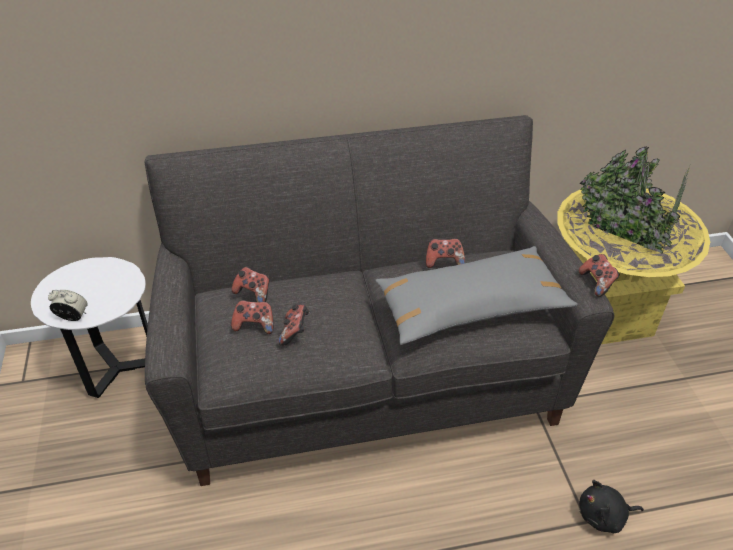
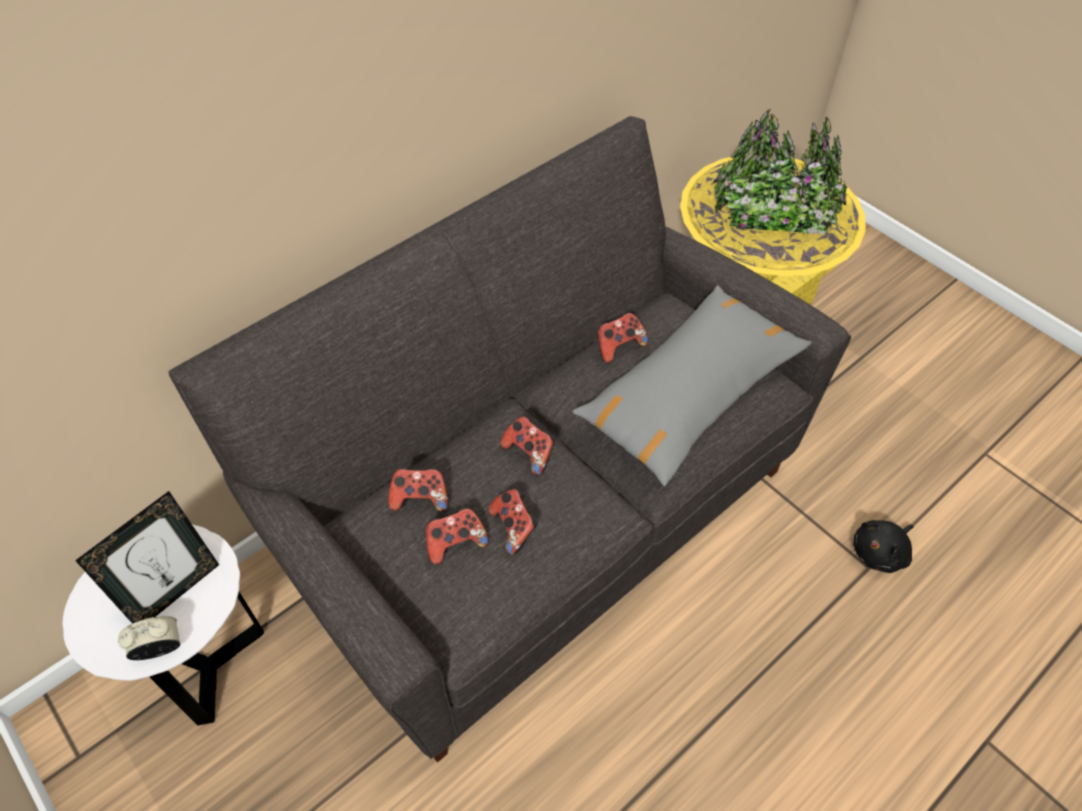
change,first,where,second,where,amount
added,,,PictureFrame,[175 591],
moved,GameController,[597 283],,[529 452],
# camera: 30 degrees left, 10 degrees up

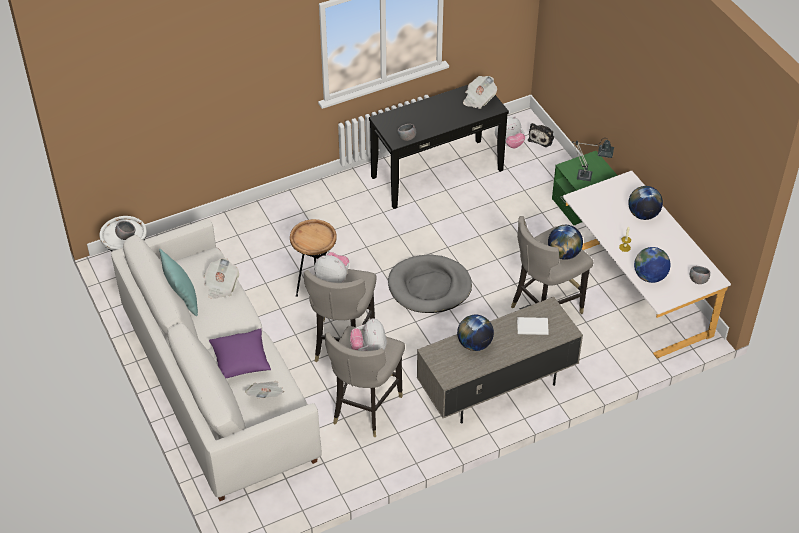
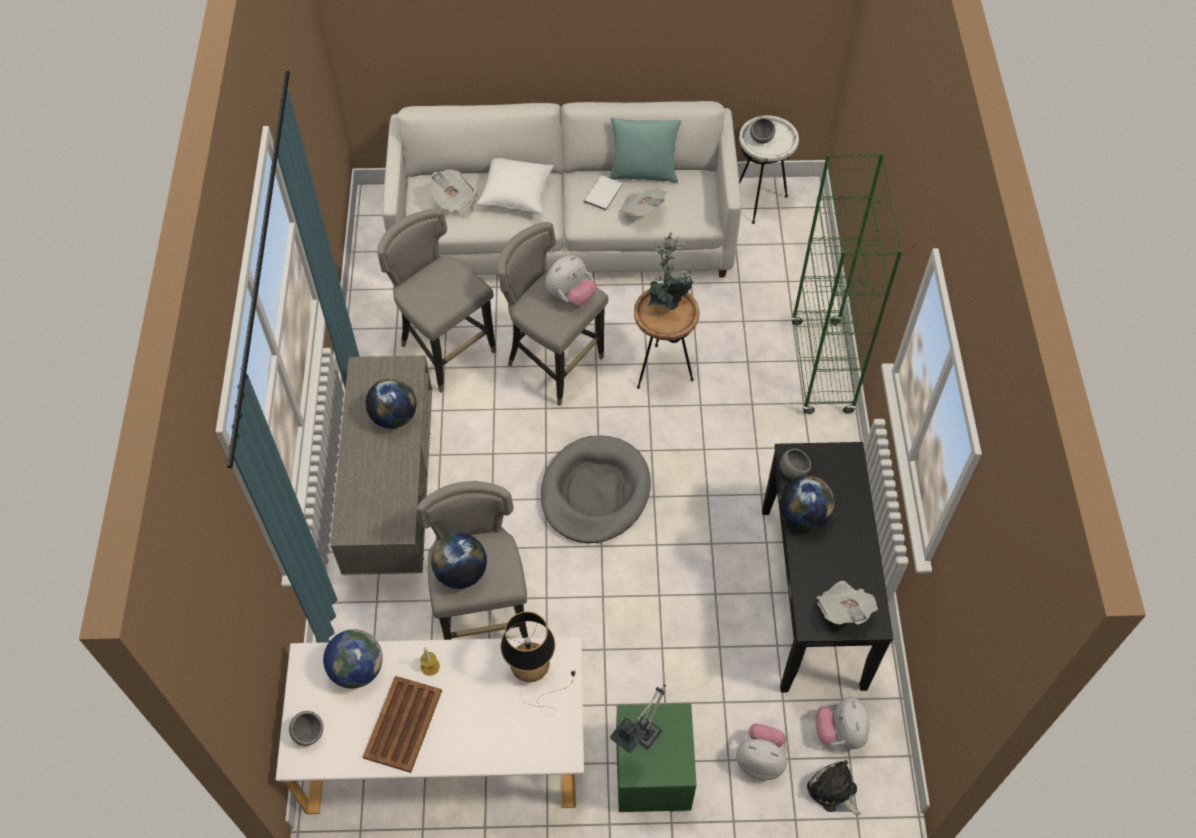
change,first,where,second,where,amount
added,,,BrownTray,[402 725],
recoloured,PurplePillow,[240 361],WhitePillow,[516 194],
added,,,TableLamp,[534 674],
moved,WhiteBook,[532 326],,[604 194],
added,,,PottedPlant,[668 301],
moved,PlushToy,[369 349],,[760 759],
moved,Globe,[643 214],,[803 515],
added,,,GreenBookcase,[821 368],
# camera: 115 degrees right, 10 degrees up

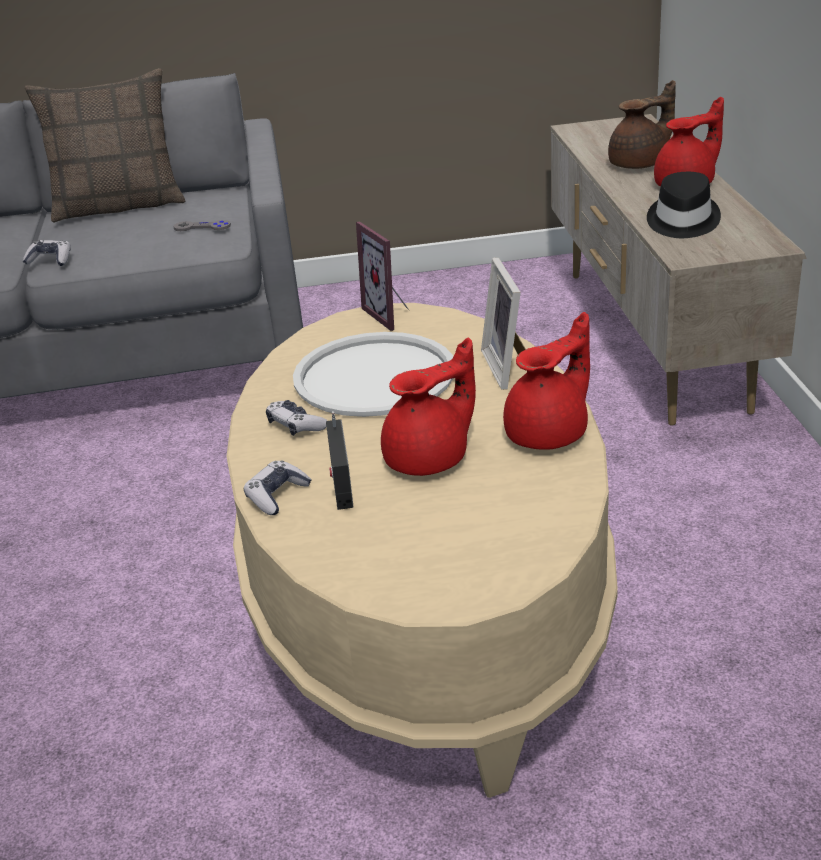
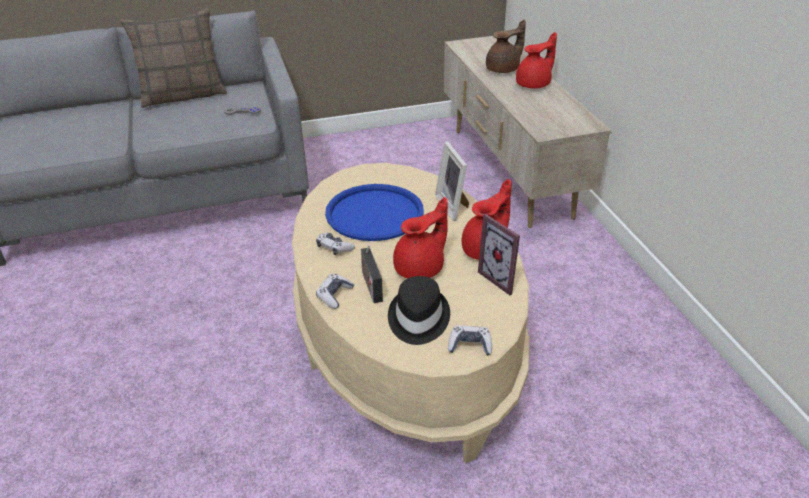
change,first,where,second,where,amount
recoloured,WhiteTray,[374 376],BlueTray,[374 213],
moved,BlackHat,[682 221],,[417 319],
moved,GameController,[50 260],,[470 345],
moved,PictureFrame,[391 314],,[503 278],
# camera: 10 degrees left, 5 degrees up

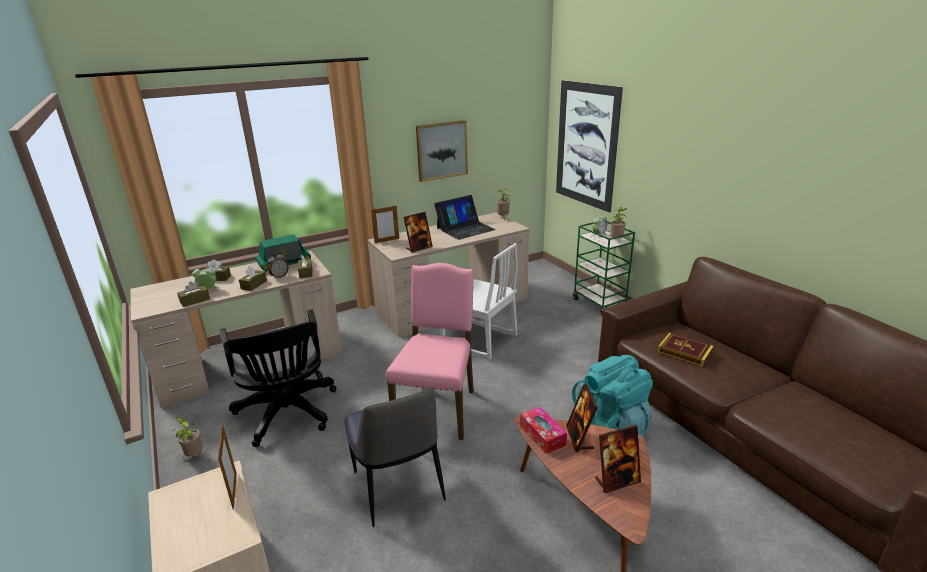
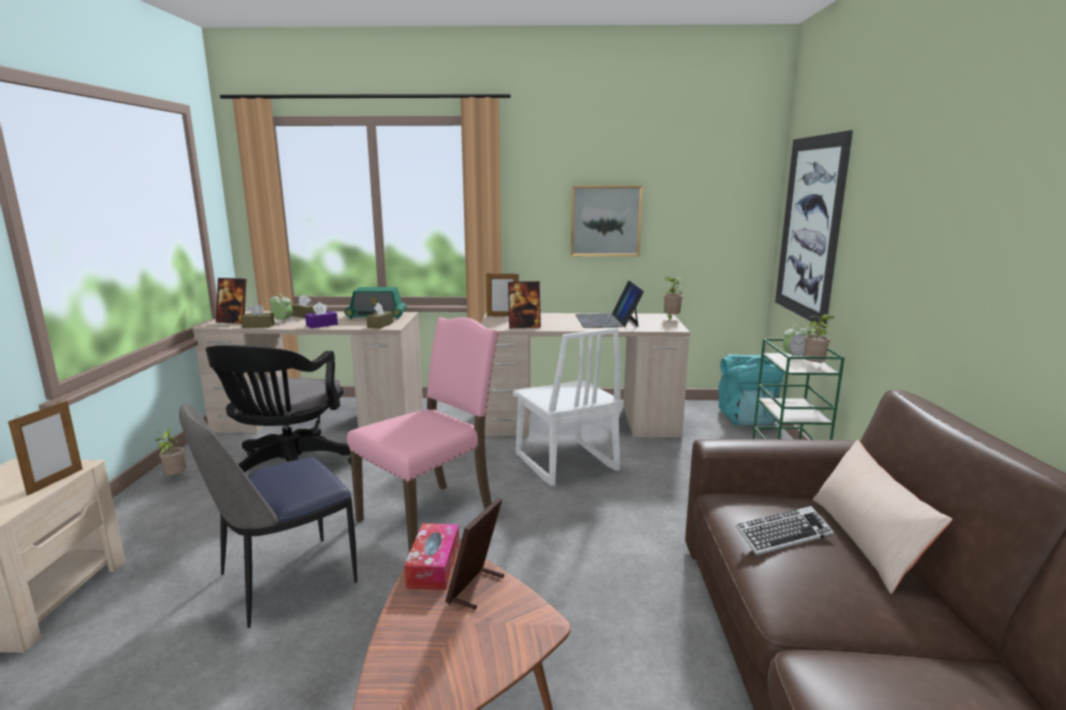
change,first,where,second,where,amount
turned,Chair,[398 489],,[283 581],45 degrees clockwise
moved,PictureFrame,[617 481],,[234 322],
recoloured,BrownTissueBox,[254 285],PurpleTissueBox,[322 325],
turned,Laptop,[465 229],,[607 320],90 degrees clockwise
moved,TurquoiseBackpack,[611 424],,[746 419],
replaced,Book,[684 352],Keyboard,[783 535],
added,,,BeigePillow,[866 541],
removed,AlarmClock,[279 276],,,
# camera: 30 degrees right, 10 degrees down

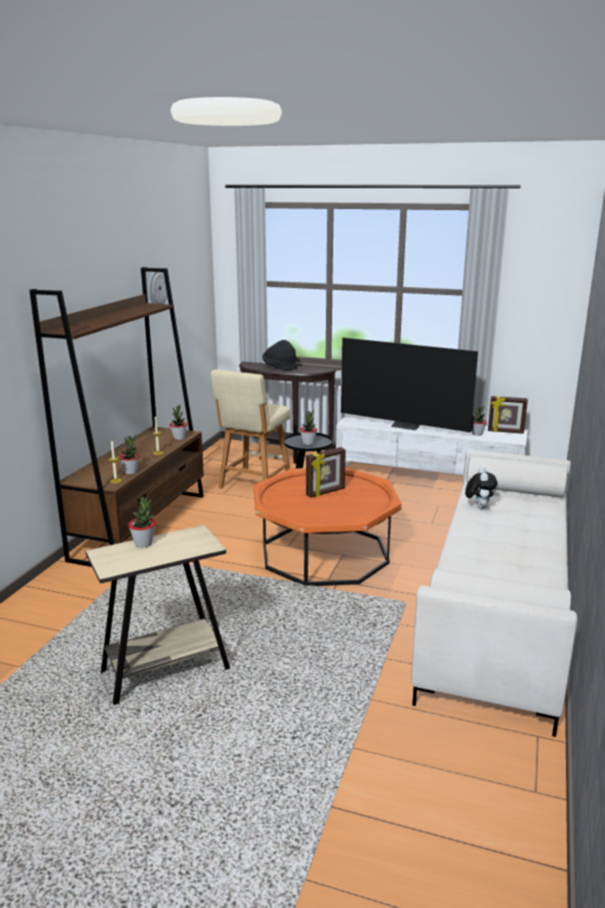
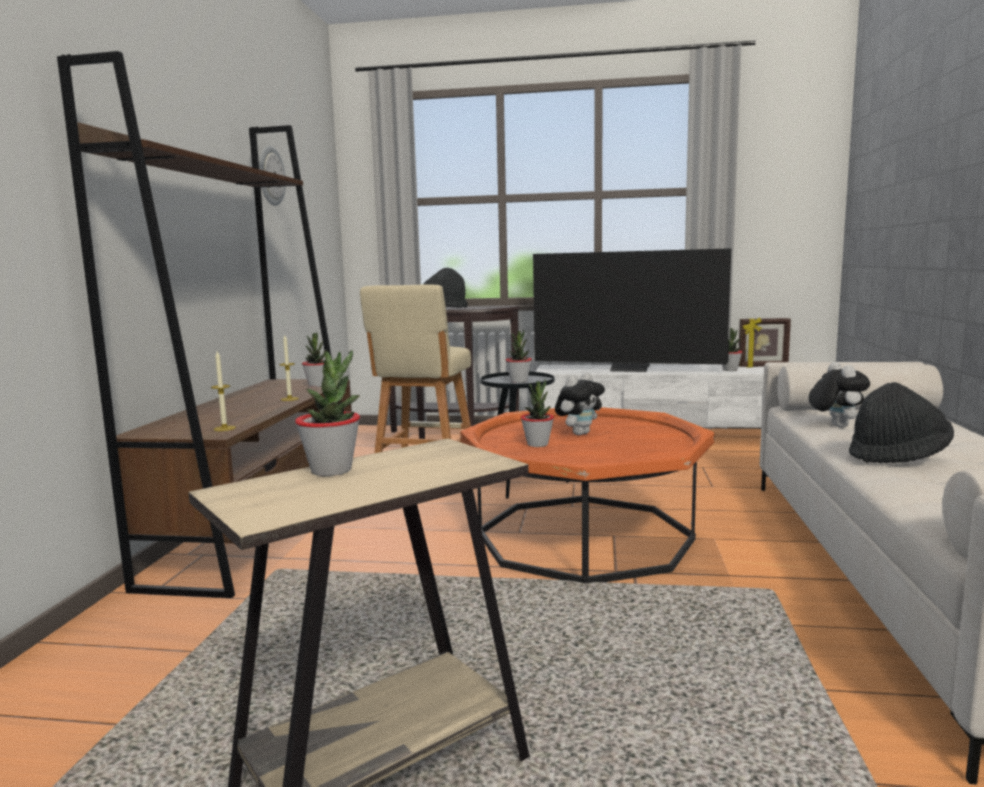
change,first,where,second,where,amount
moved,PottedPlant,[130 472],,[537 444],
replaced,PictureFrame,[325 492],PlushToy,[579 433],
added,,,BlackHat,[898 456],
# camera: 10 degrees left, 10 degrees down

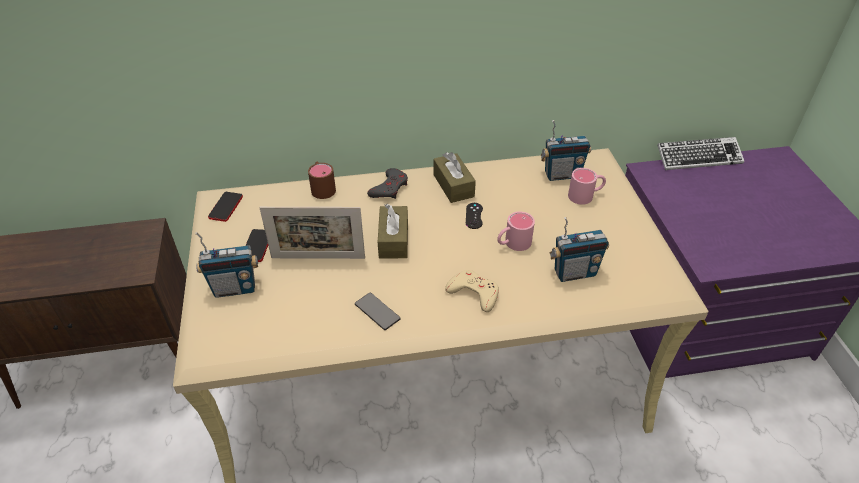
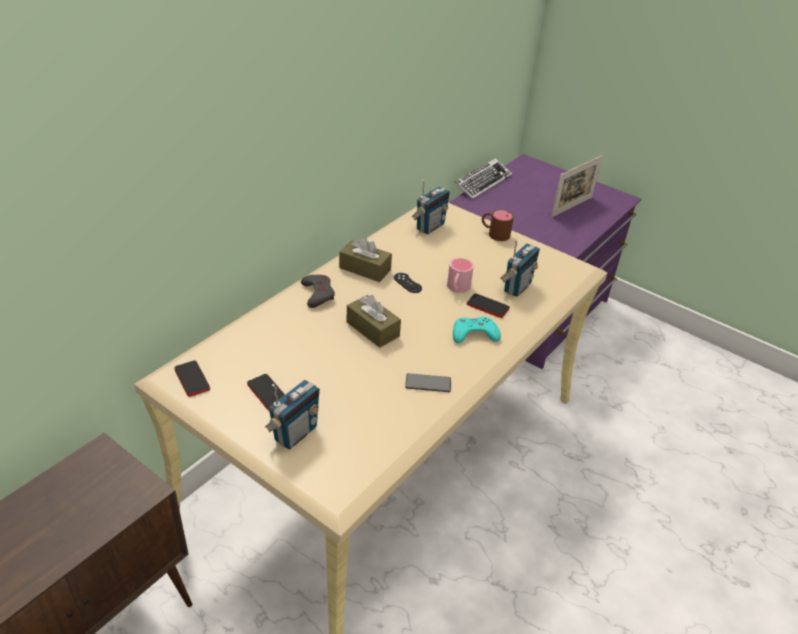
change,first,where,second,where,amount
recoloured,BeigeGameController,[474 293],TurquoiseGameController,[474 334],
added,,,Phone,[487 306],
moved,BrownMug,[322 187],,[494 233],
moved,PictureFrame,[318 258],,[572 207],
removed,PinkMug,[586 195],,,
# camera: 45 degrees left, 5 degrees down

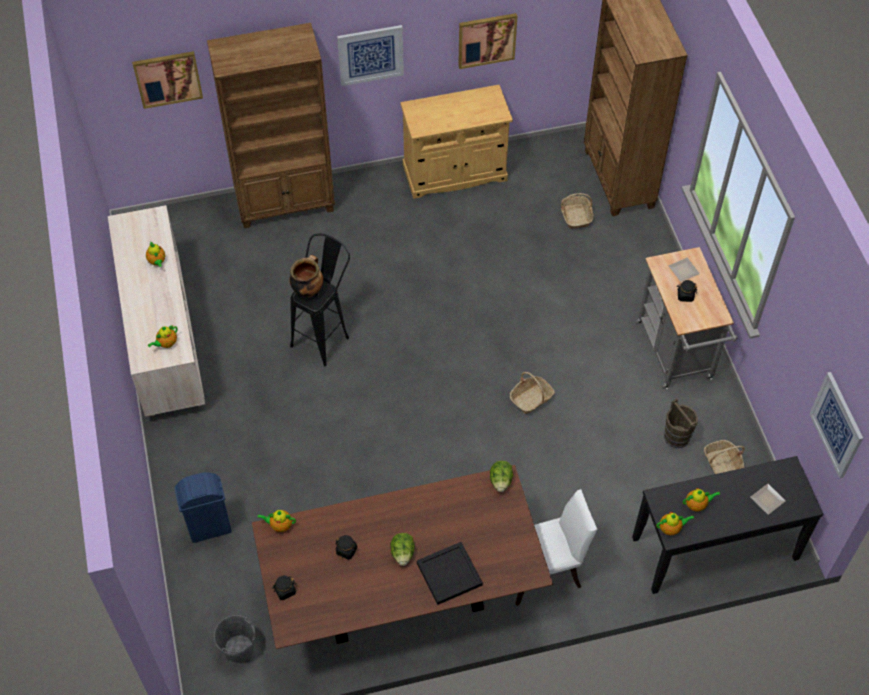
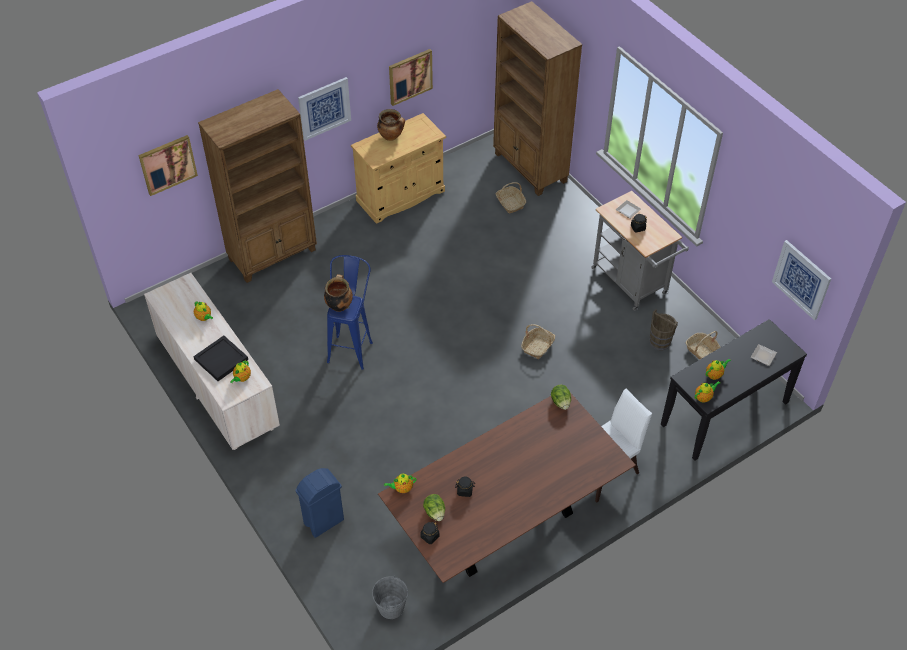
change,first,where,second,where,amount
moved,BlackTray,[449 575],,[221 360],
recoloured,BlackStool,[325 336],BlueStool,[352 346],
added,,,CookingPot,[391 136],
moved,Lettuce,[402 553],,[435 512],
# camera: 20 degrees left, 5 degrees down

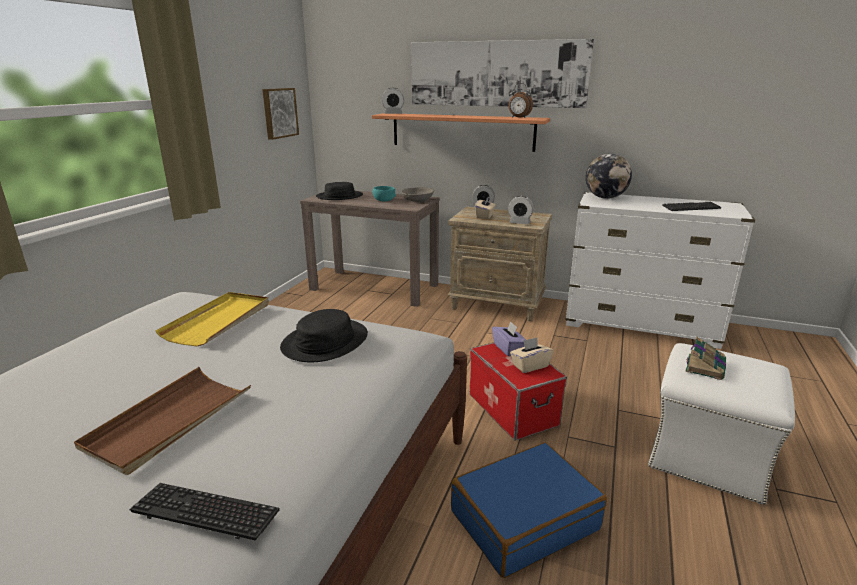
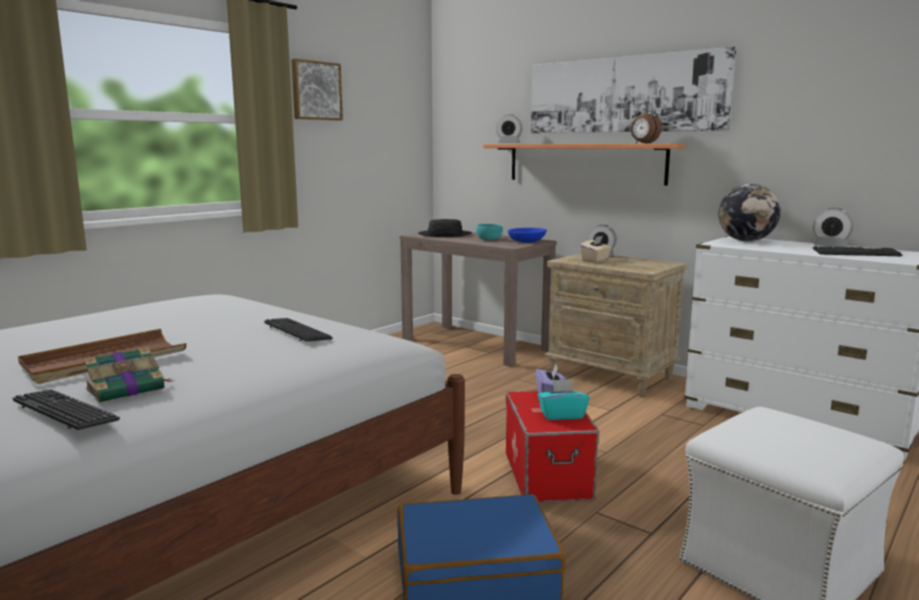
change,first,where,second,where,amount
moved,Book,[705 366],,[128 389],
replaced,BlackHat,[325 342],Keyboard,[297 332],
moved,Picture,[279 113],,[315 91],
recoloured,GreyBowl,[417 200],BlueBowl,[527 241],
recoloured,BeigeTissueBox,[530 366],TurquoiseTissueBox,[562 415],
moved,AlarmClock,[519 223],,[830 246],
removed,YellowTray,[219 321],,,
# camera: 20 degrees right, 10 degrees down

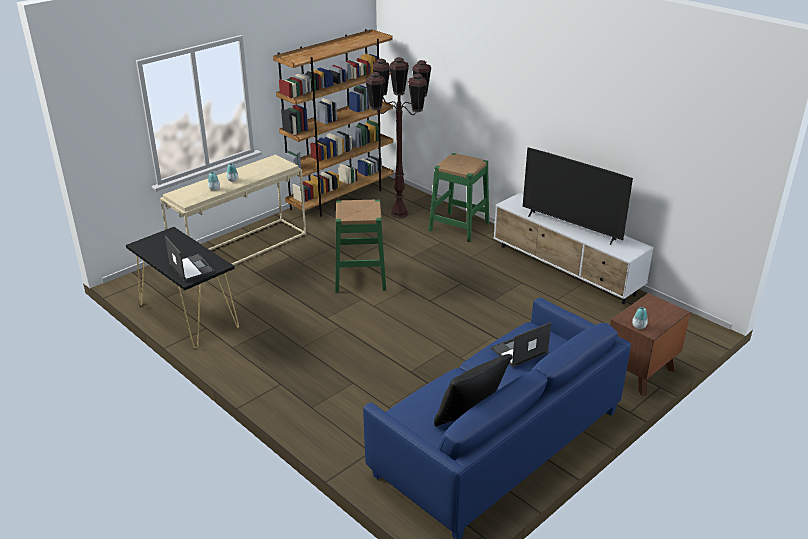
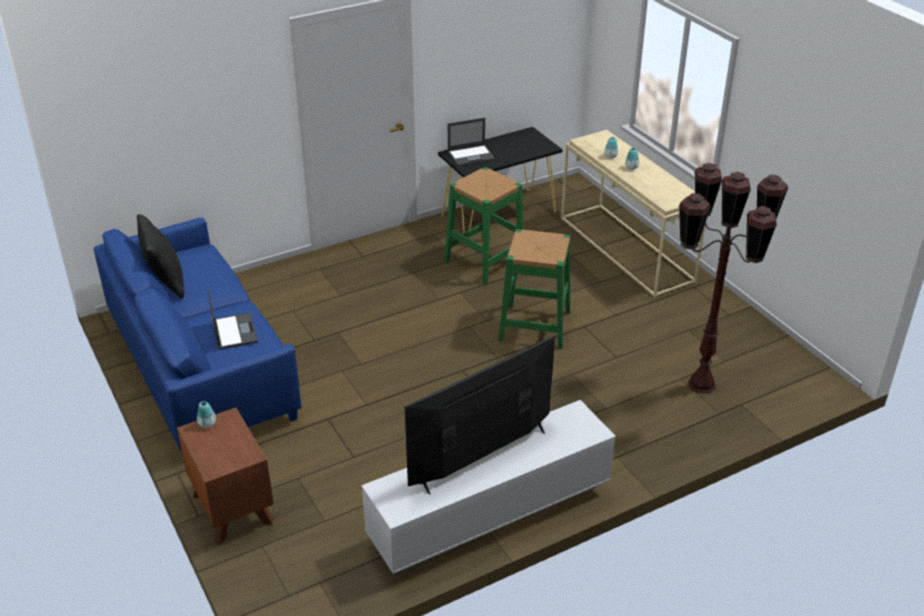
change,first,where,second,where,amount
moved,GreenStool,[459 226],,[484 260],
removed,BrownBookcase,[341 197],,,
# camera: 105 degrees right, 5 degrees up

